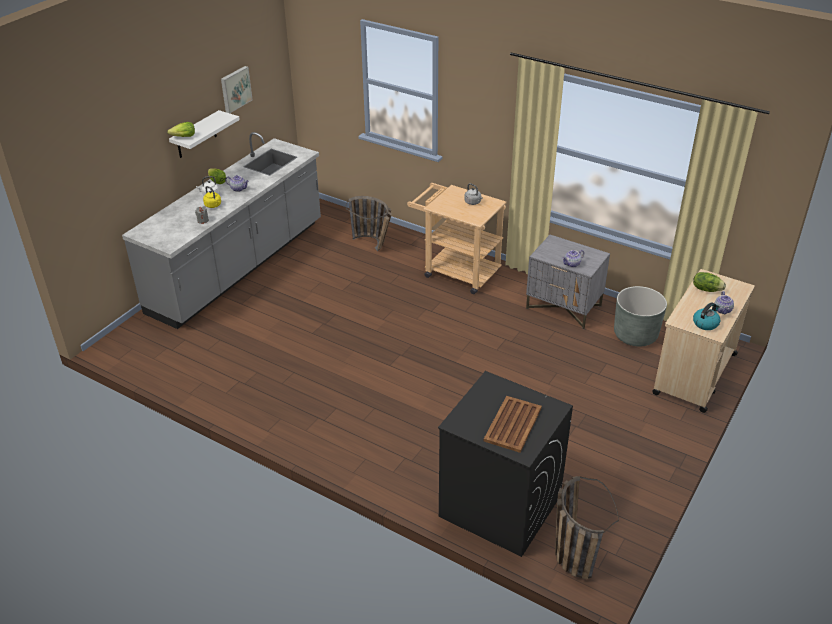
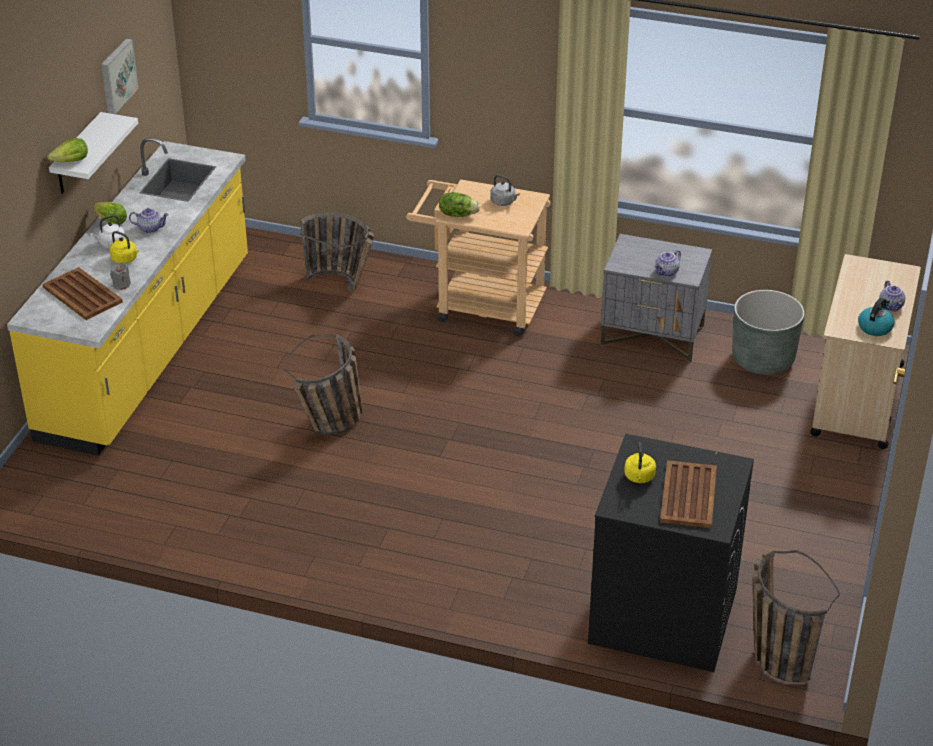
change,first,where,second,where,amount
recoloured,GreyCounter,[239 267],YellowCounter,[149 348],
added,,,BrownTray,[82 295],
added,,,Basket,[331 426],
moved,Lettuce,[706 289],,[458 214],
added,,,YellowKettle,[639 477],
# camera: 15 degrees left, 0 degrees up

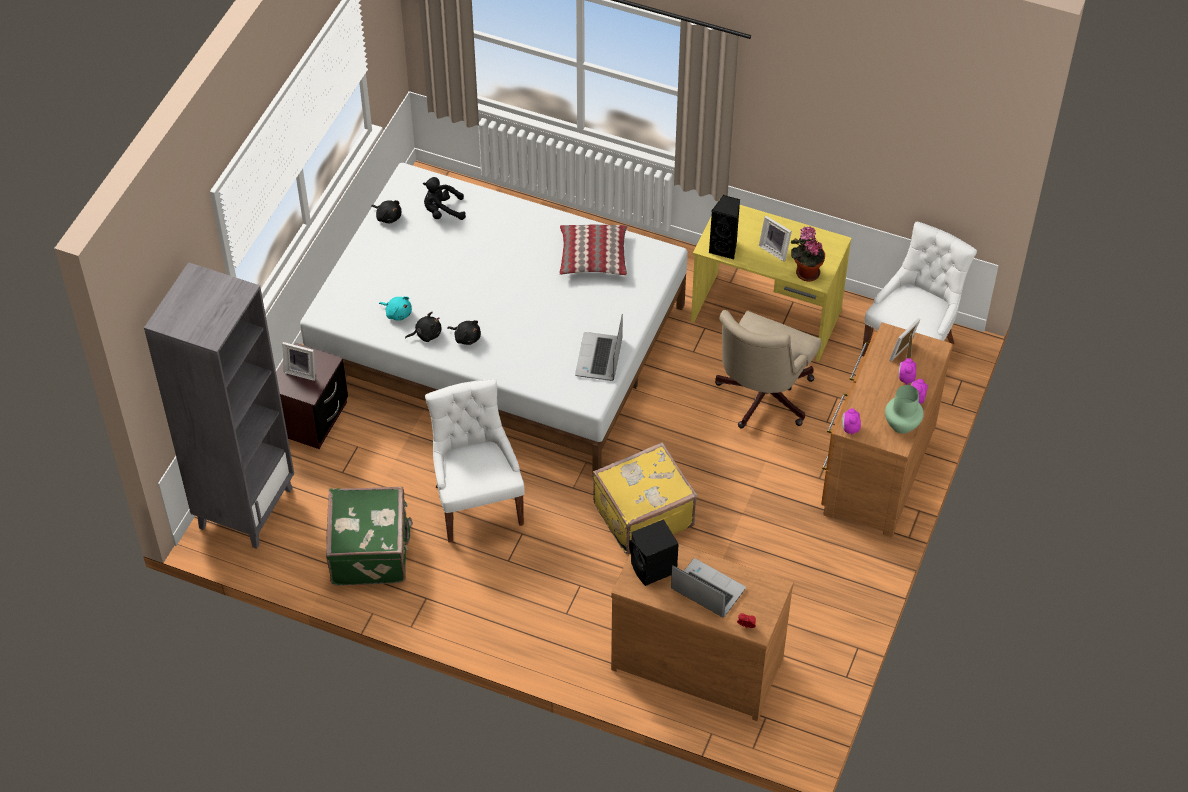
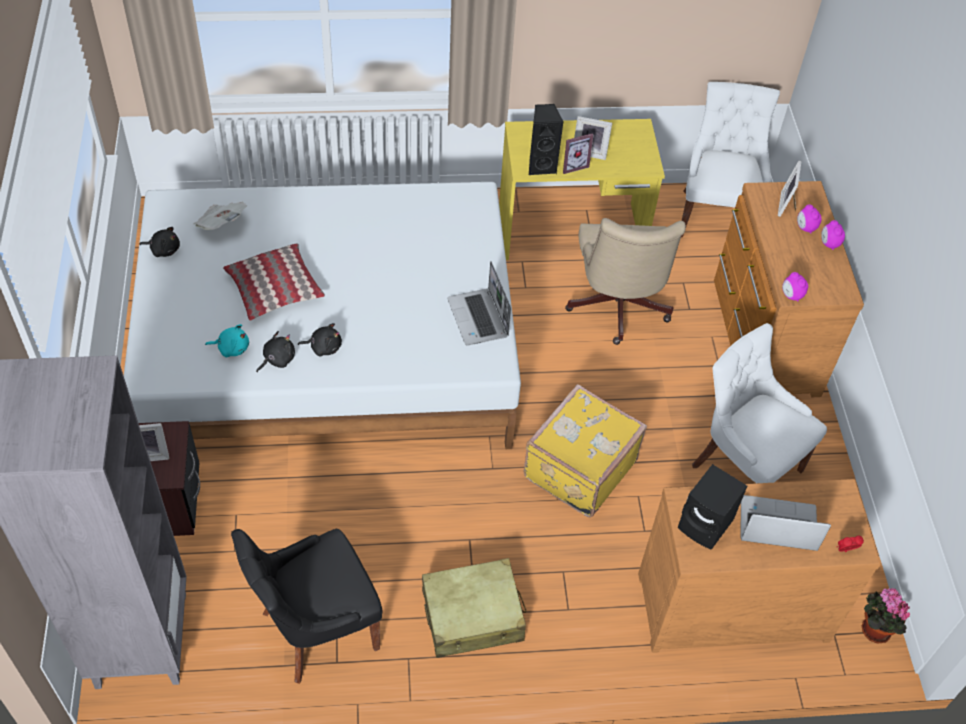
change,first,where,second,where,amount
replaced,BlackPlushToy,[442 211],Newspaper,[222 225],
moved,Pillow,[593 257],,[275 290],
replaced,GreenSuitcase,[371 551],BlackChair,[316 630],
added,,,BeigeSuitcase,[473 616],
added,,,PictureFrame,[572 165],
moved,WhiteChair,[477 503],,[743 467],
moved,PottedPlant,[805 272],,[872 630],
removed,GreenVase,[901 425],,,
# camera: 30 degrees left, 0 degrees up

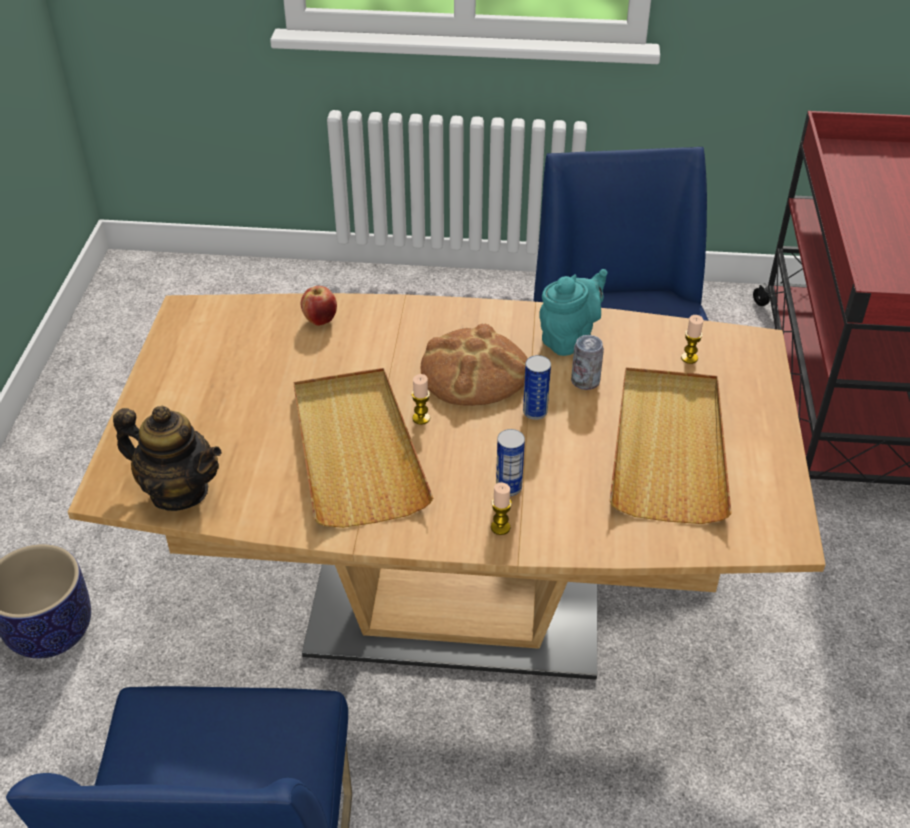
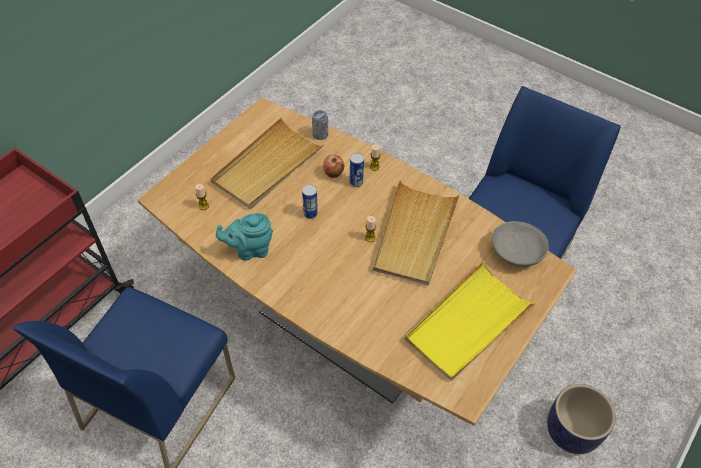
change,first,where,second,where,amount
moved,Can,[585 381],,[320 135],
moved,Apple,[320 320],,[333 174],
added,,,YellowTray,[468 323],
replaced,Teapot,[179 491],GreyBowl,[515 254],
removed,Bread,[474 371],,,
# camera: 150 degrees left, 10 degrees up

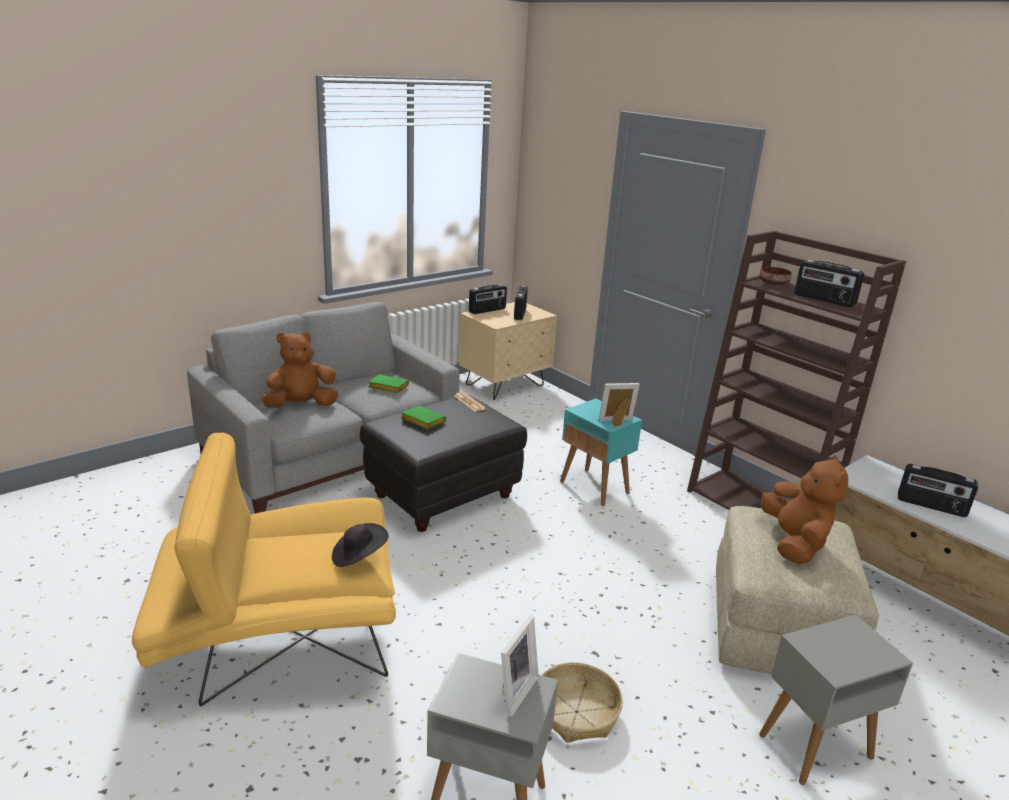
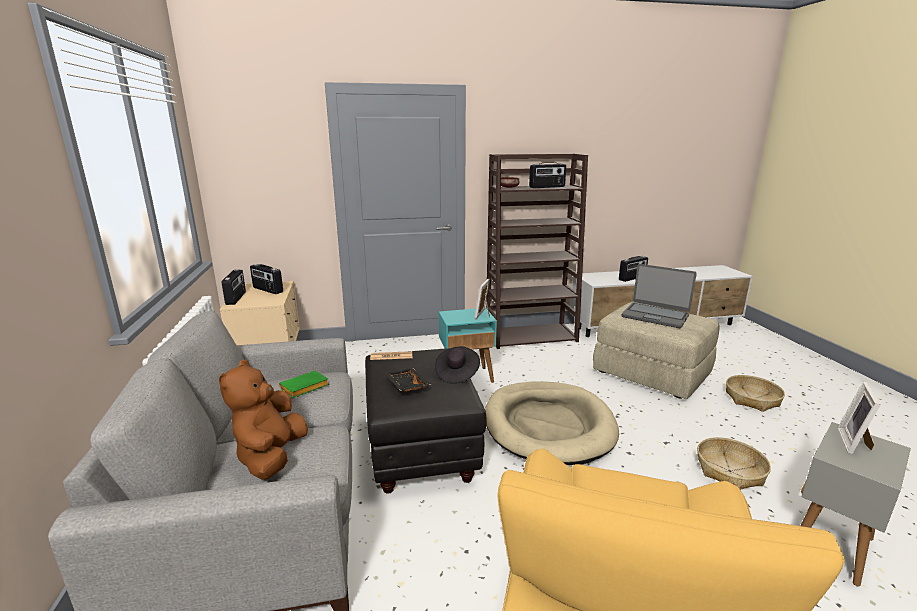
change,first,where,second,where,amount
replaced,GreenBook,[421 421],BlackTray,[406 386],
moved,BlackHat,[358 556],,[457 374],
added,,,BeigeDogBed,[548 425],
replaced,BrownPlushToy,[794 543],Laptop,[655 316],
replaced,GreySideTable,[814 746],Basket,[752 399],
turned,PictureFrame,[512 691],,[855 443],120 degrees counterclockwise
# camera: 60 degrees left, 5 degrees down

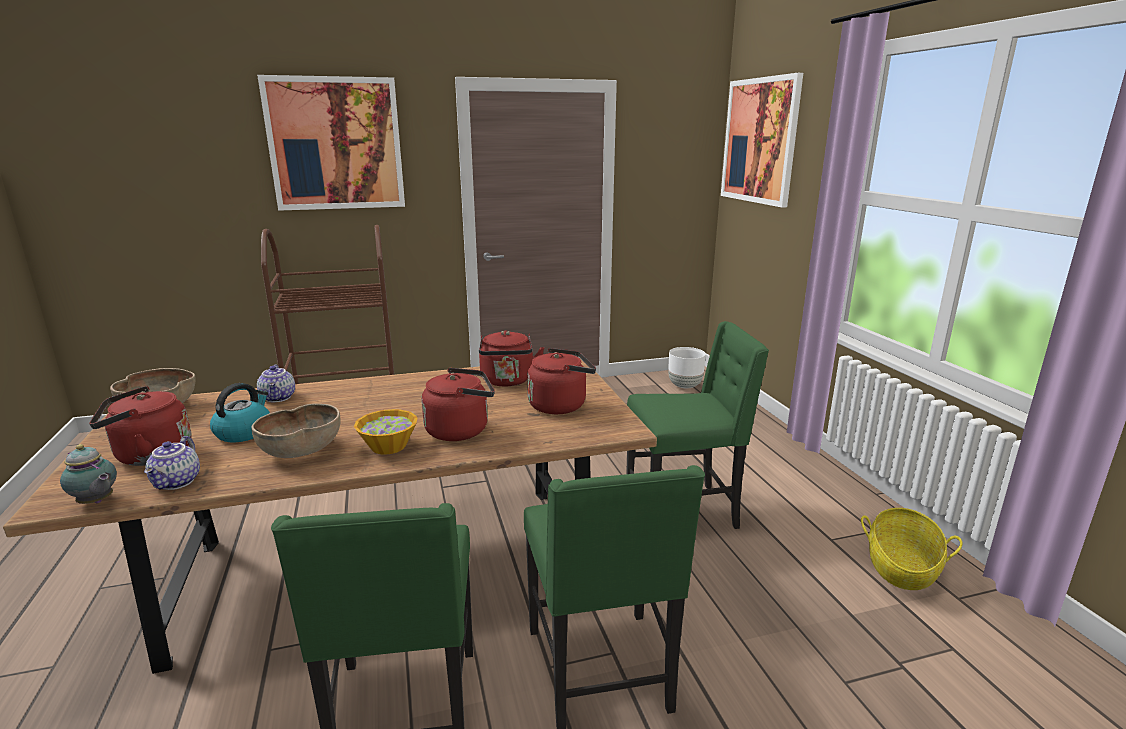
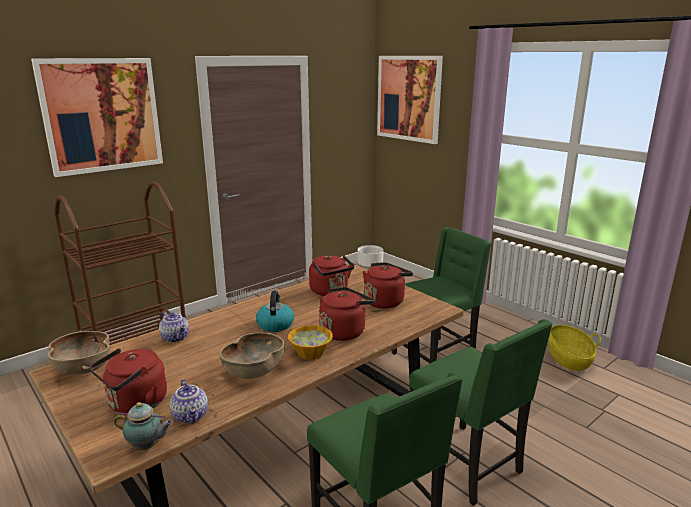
change,first,where,second,where,amount
moved,Kettle,[244 432],,[275 324],
# camera: 25 degrees left, 0 degrees up

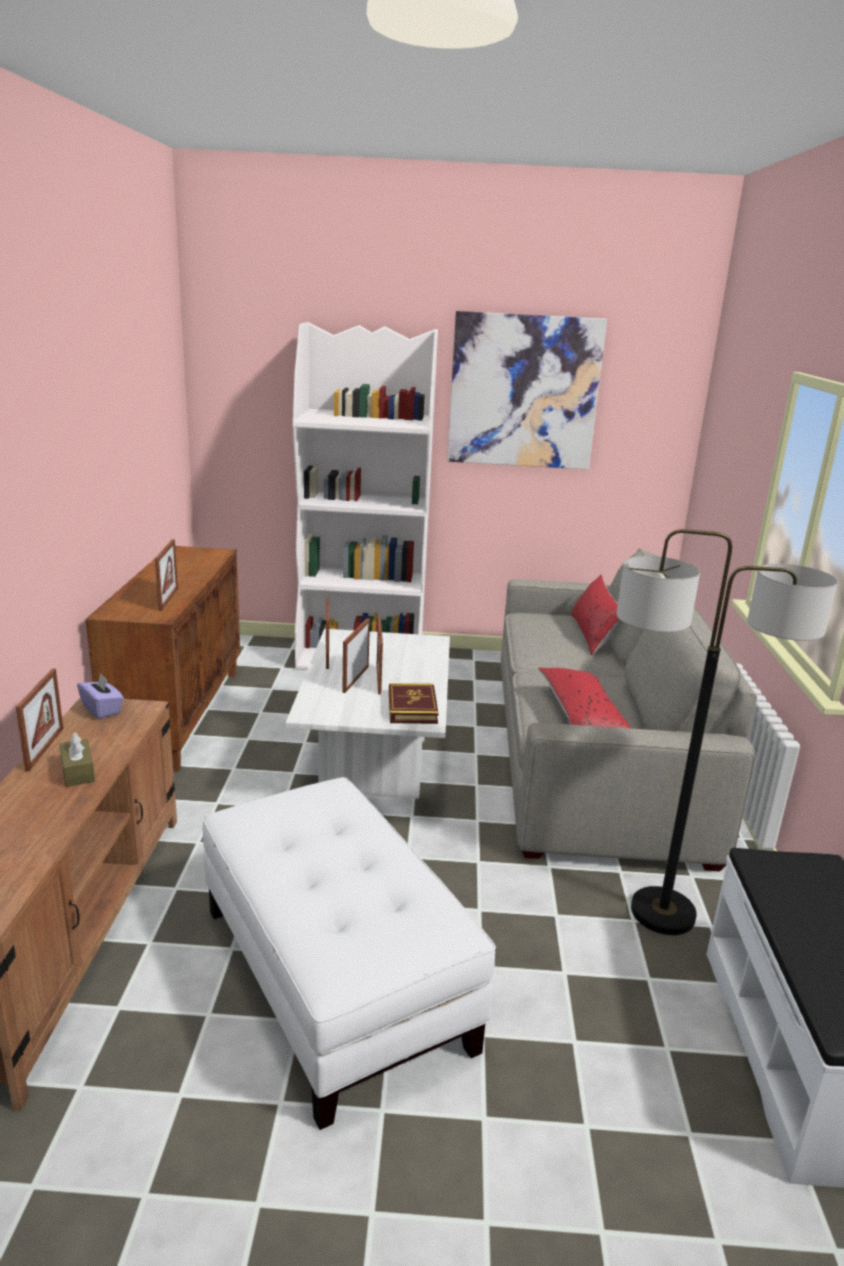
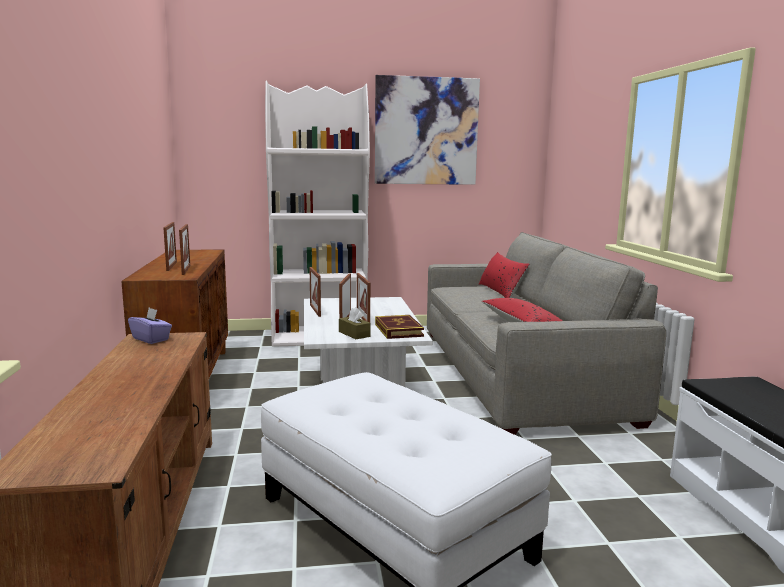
change,first,where,second,where,amount
moved,PictureFrame,[45 749],,[171 266],
moved,BrownTissueBox,[78 771],,[354 334],
removed,FloorLamp,[663 913],,,
# camera: 10 degrees left, 10 degrees down

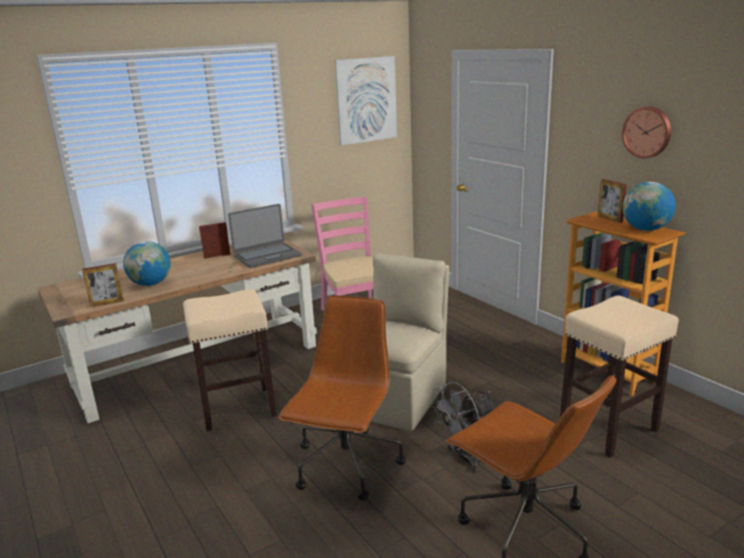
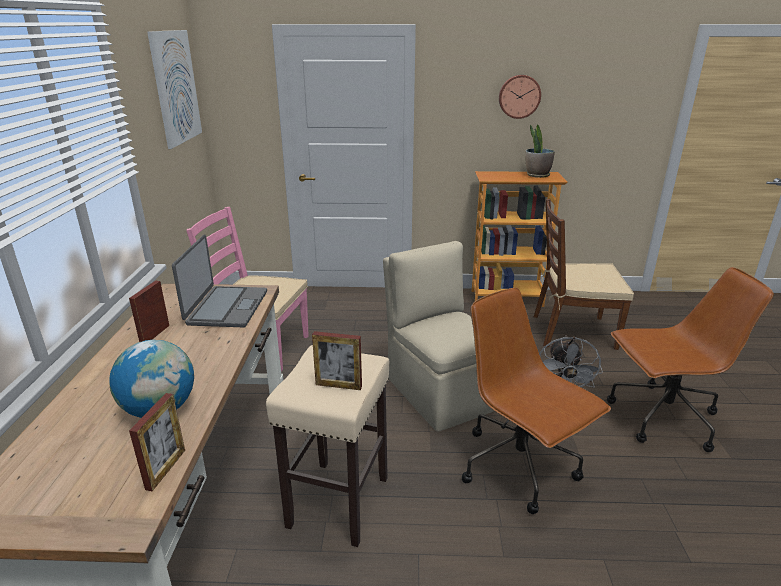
change,first,where,second,where,amount
moved,PictureFrame,[610 219],,[338 385],
replaced,Globe,[645 229],PottedPlant,[537 175],
replaced,BeigeStool,[609 428],BrownChair,[572 332],
# camera: 55 degrees left, 5 degrees up

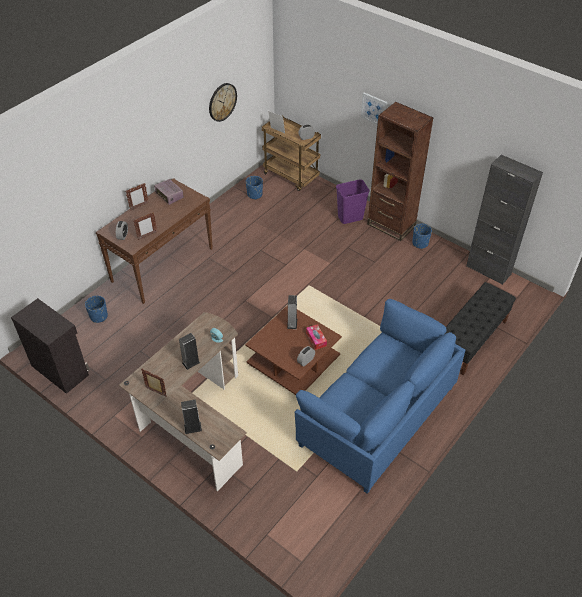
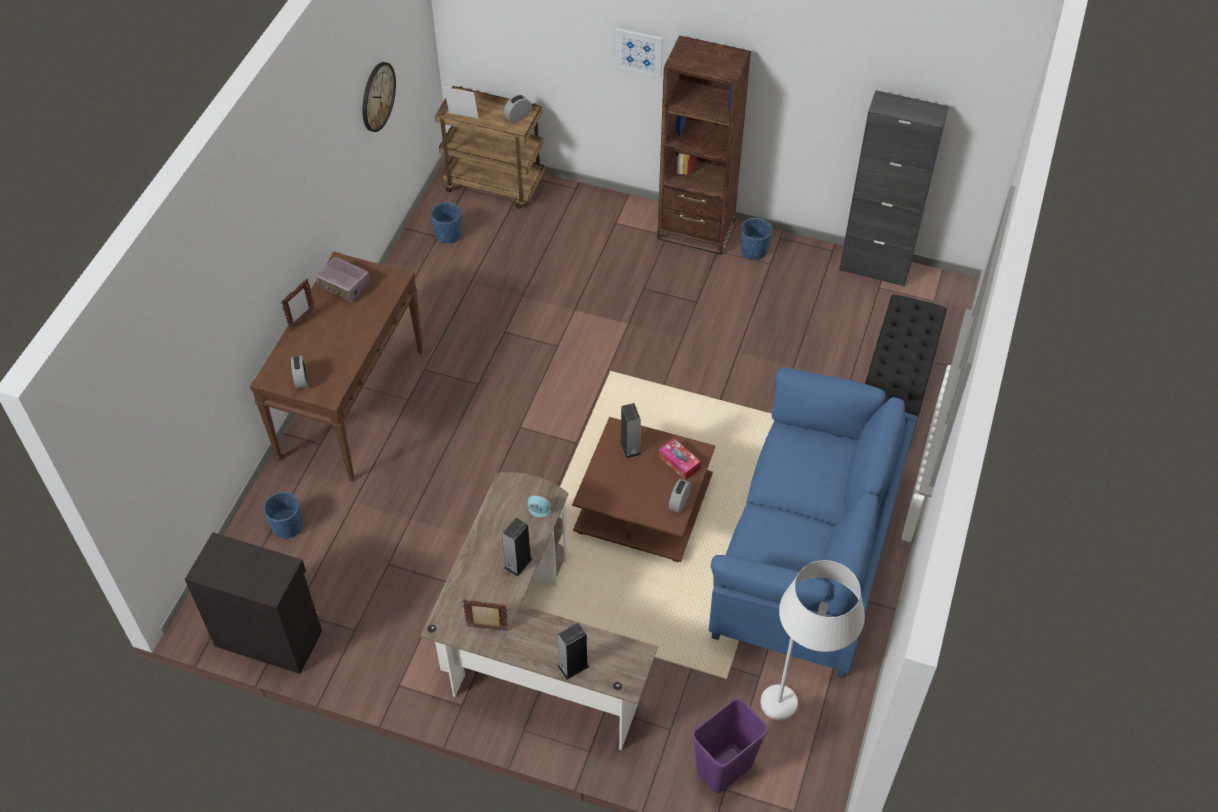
change,first,where,second,where,amount
moved,PurpleTrashCan,[350 218],,[724 769],
added,,,WhiteFloorLamp,[799 709],
removed,PictureFrame,[147 236],,,
# camera: 20 degrees left, 5 degrees up

